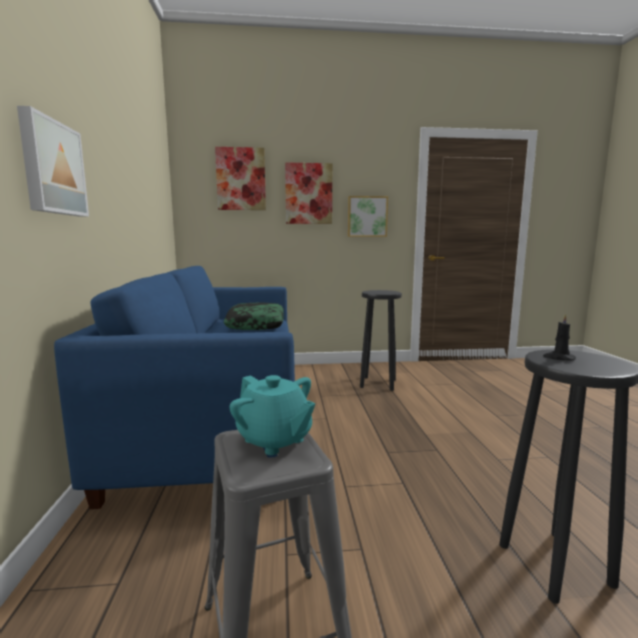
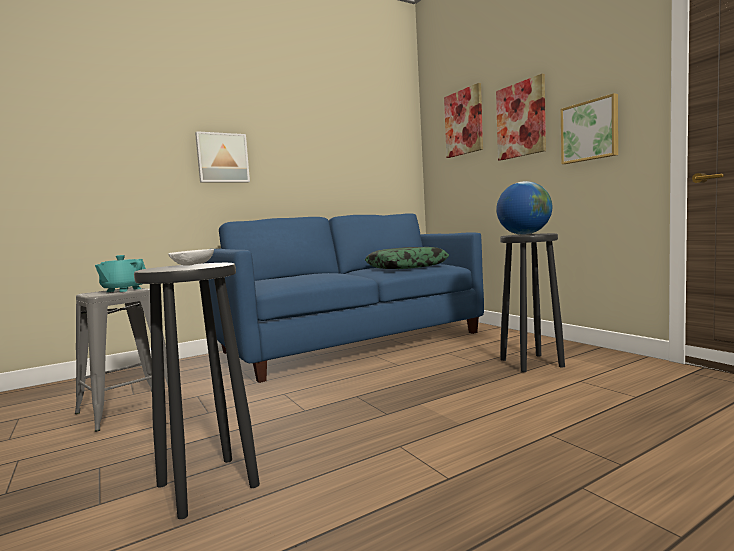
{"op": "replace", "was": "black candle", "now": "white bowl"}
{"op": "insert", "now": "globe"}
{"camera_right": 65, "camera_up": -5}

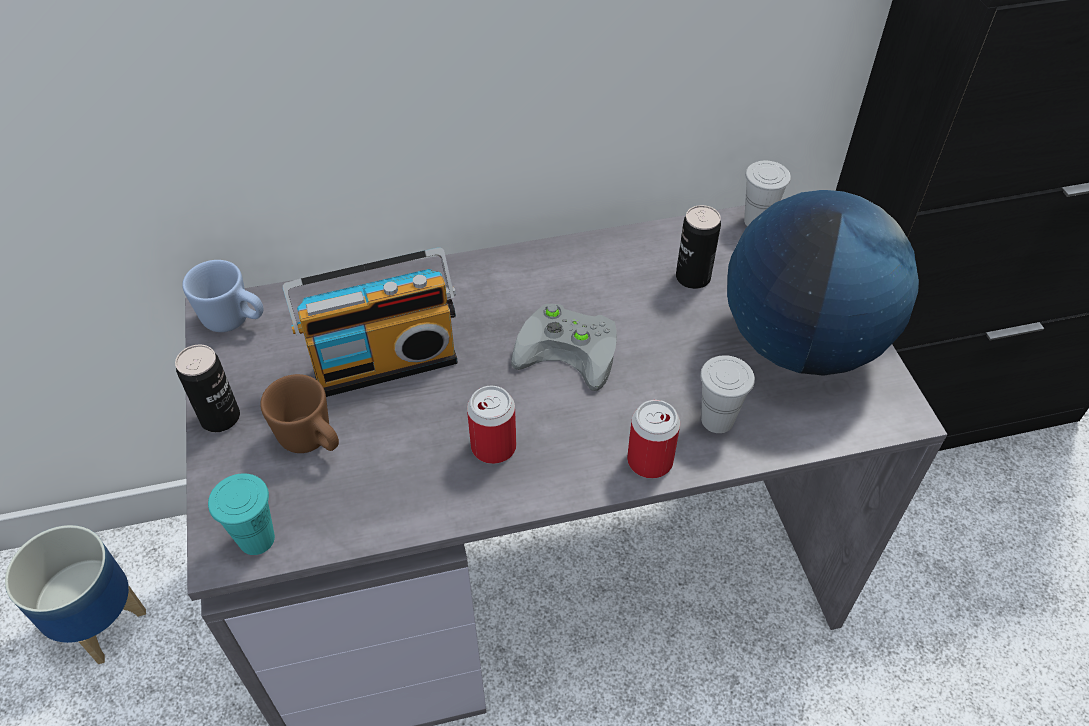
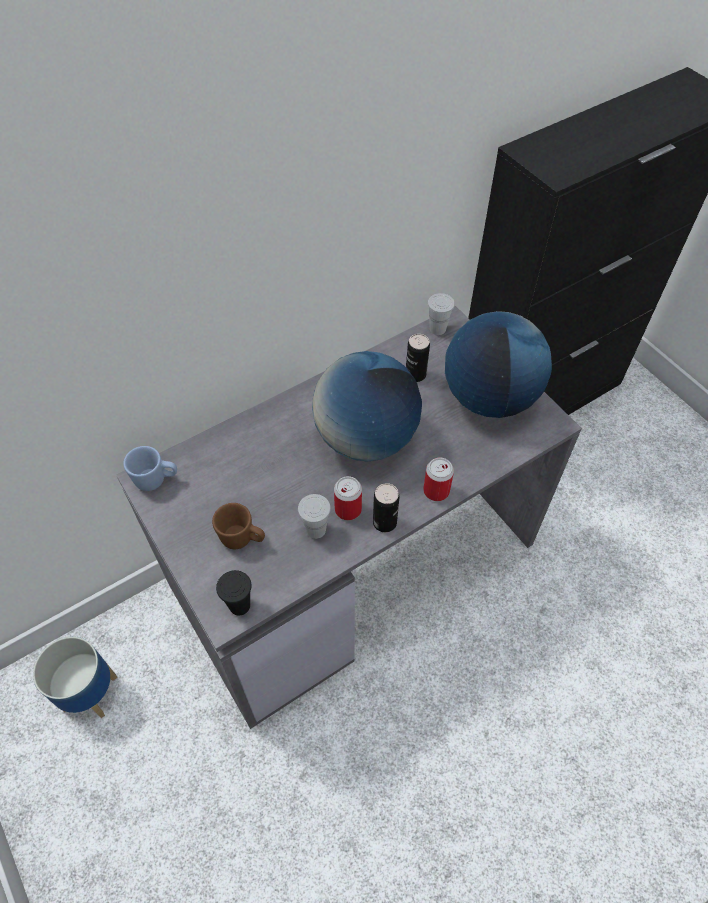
{"op": "delete", "was": "radio"}
{"op": "replace", "was": "grey game controller", "now": "globe (1st from left)"}
{"op": "move", "was": "can (1st from left in the first image)", "now": "can (2nd from left)"}
{"op": "move", "was": "white cup (1st from left)"}
{"op": "recolor", "was": "turquoise cup", "now": "black cup"}
{"camera_right": -20, "camera_up": 5}

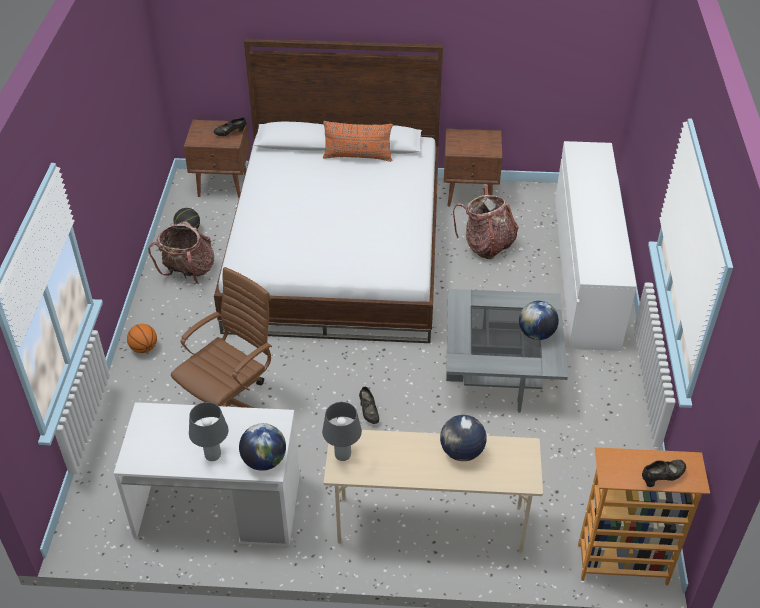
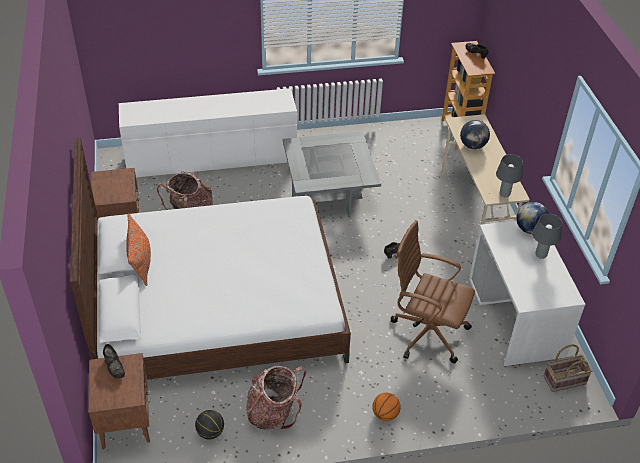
{"op": "delete", "was": "globe (3rd from left)"}
{"op": "insert", "now": "basket"}
{"camera_right": -105, "camera_up": 0}

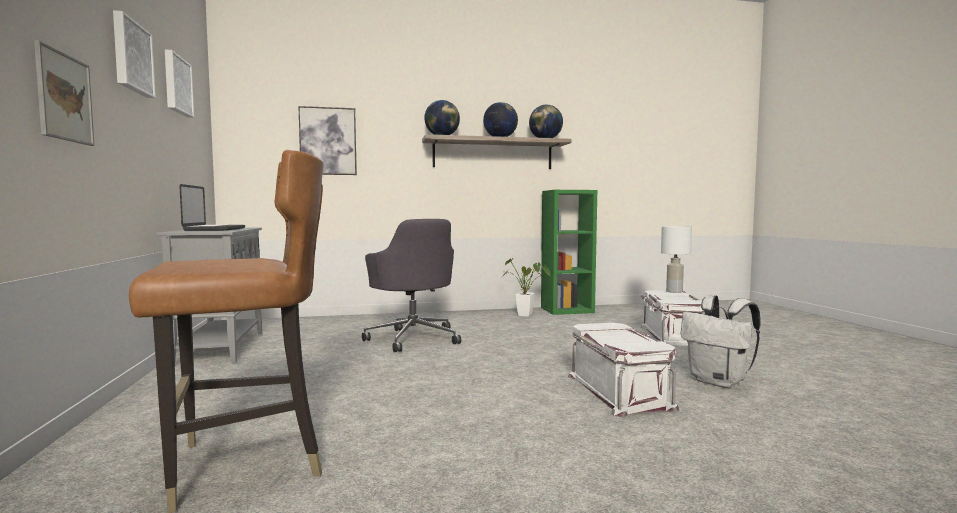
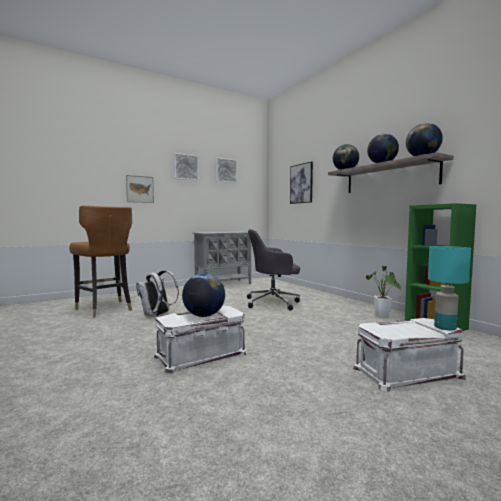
{"op": "delete", "was": "laptop"}
{"op": "rotate", "was": "grey office chair", "clockwise": 45}
{"op": "recolor", "was": "white table lamp", "now": "turquoise table lamp"}
{"op": "move", "was": "white backpack"}
{"op": "insert", "now": "globe (1st from left)"}
{"camera_right": 70, "camera_up": 0}

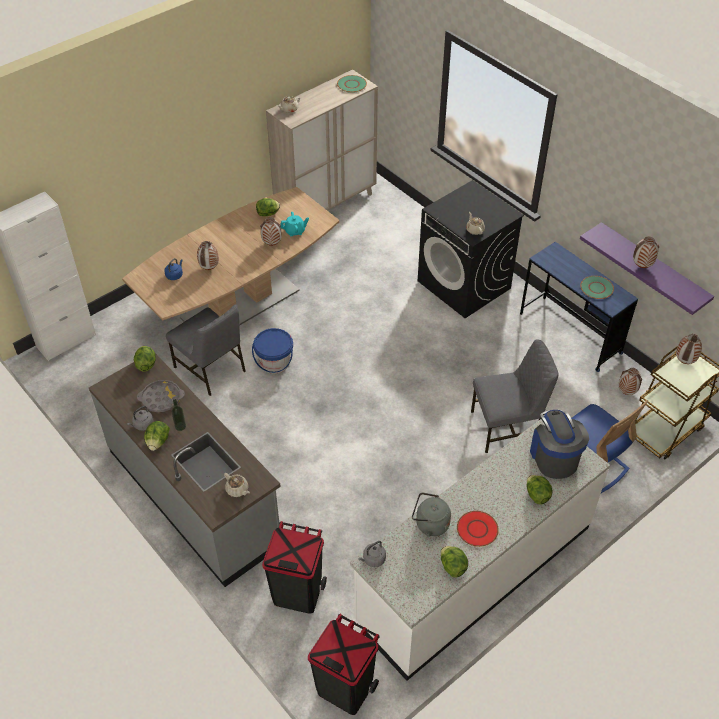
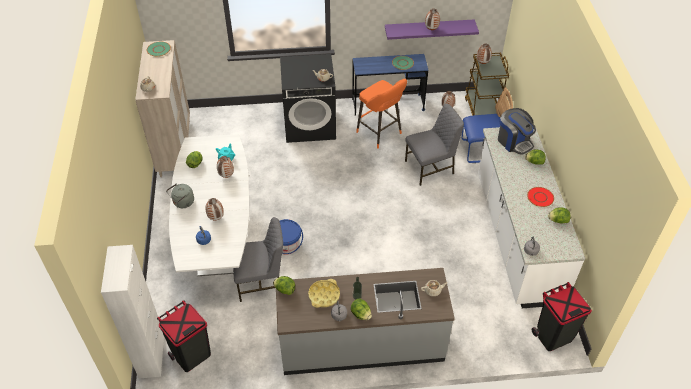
{"op": "recolor", "was": "brown dining table", "now": "white dining table"}
{"op": "rotate", "was": "grey chair (2nd from left)", "clockwise": 45}
{"op": "recolor", "was": "grey tray", "now": "yellow tray"}
{"op": "rotate", "was": "coffee machine", "clockwise": -150}
{"op": "move", "was": "grey kettle (3rd from left in the first image)", "now": "grey kettle (1st from left)"}
{"op": "move", "was": "black trash can (1st from left)"}
{"op": "insert", "now": "orange stool"}
{"camera_right": -55, "camera_up": 0}

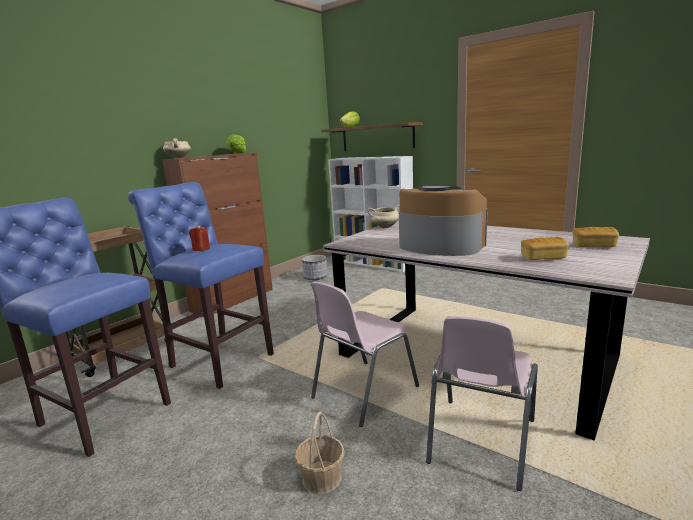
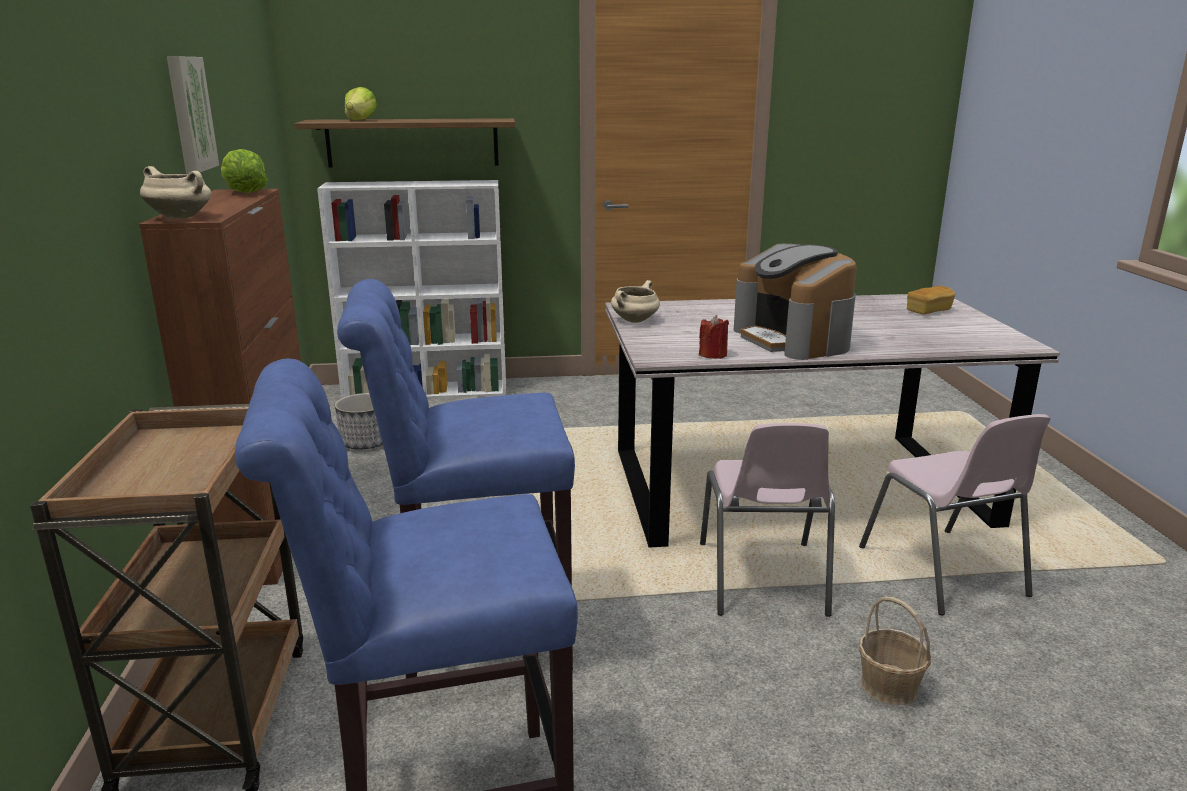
{"op": "rotate", "was": "coffee machine", "clockwise": -105}
{"op": "move", "was": "red candle"}
{"op": "delete", "was": "bread (1st from left)"}
{"op": "insert", "now": "picture"}
{"camera_right": -45, "camera_up": 5}

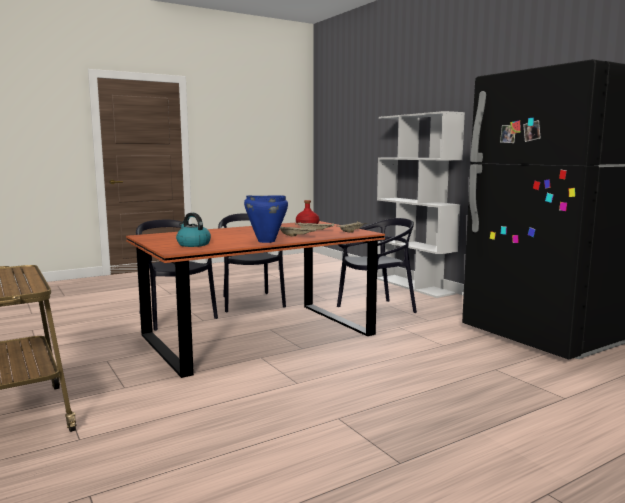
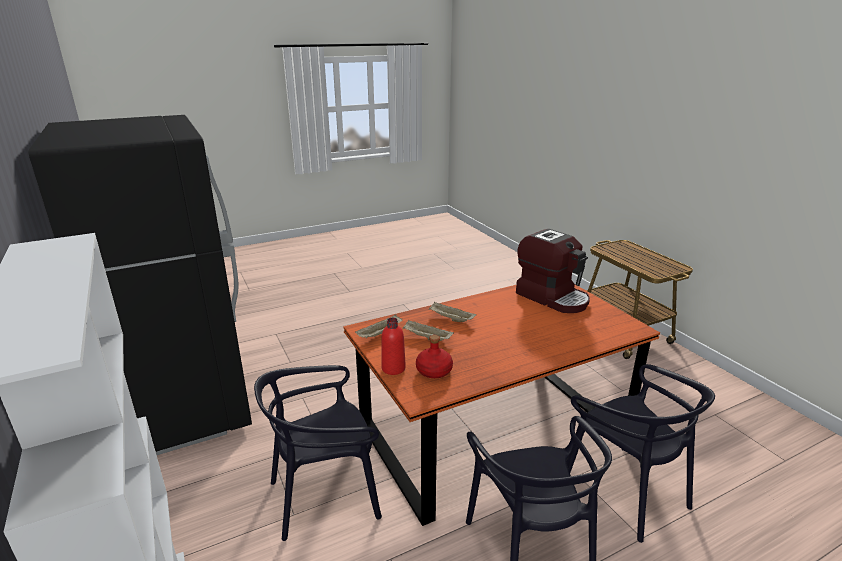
{"op": "delete", "was": "blue cooking pot"}
{"op": "replace", "was": "kettle", "now": "coffee machine"}
{"op": "insert", "now": "red bottle (1st from left)"}
{"camera_right": -175, "camera_up": 15}

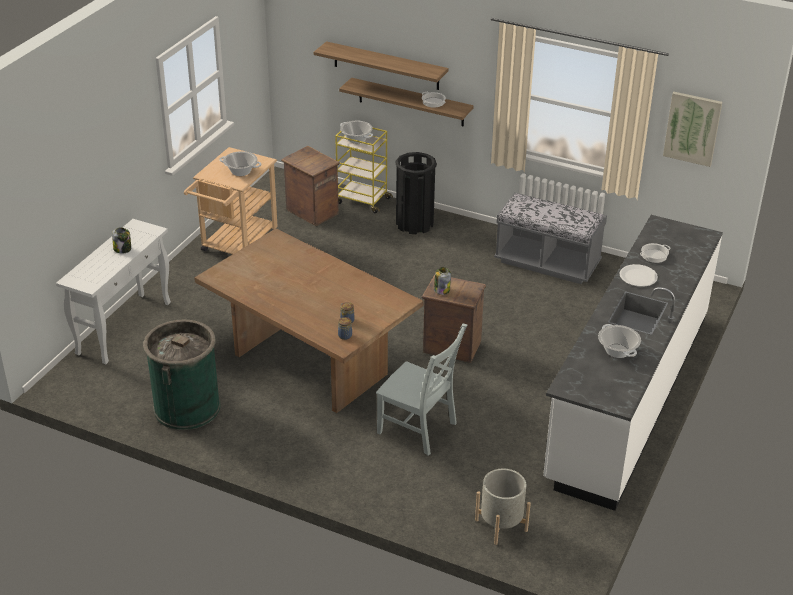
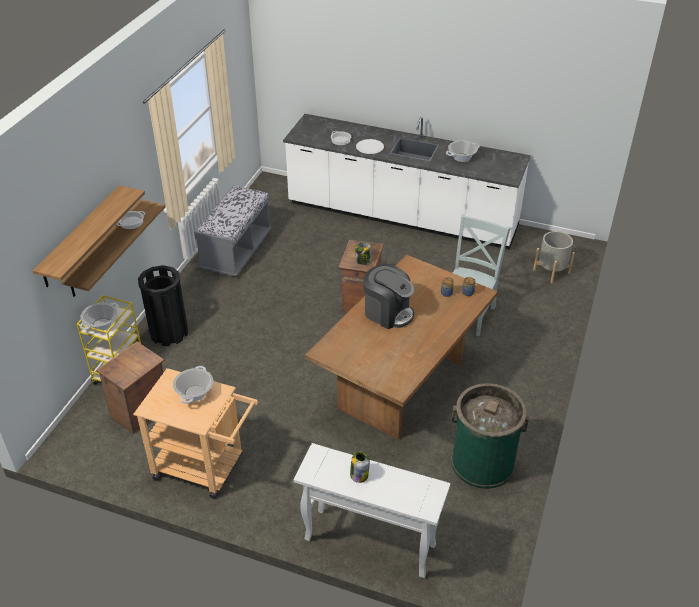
{"op": "delete", "was": "picture"}
{"op": "insert", "now": "coffee machine"}
{"camera_right": -95, "camera_up": 5}

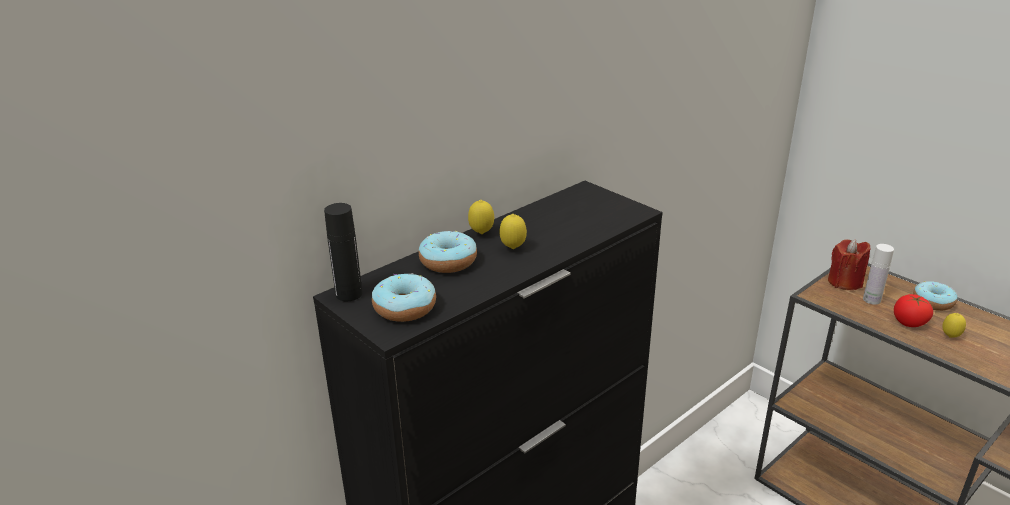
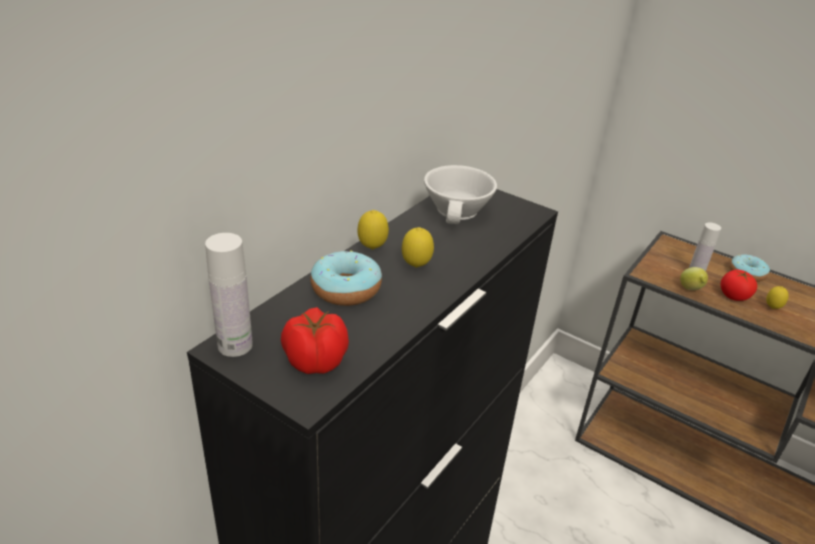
{"op": "recolor", "was": "black bottle", "now": "white bottle (1st from left)"}
{"op": "delete", "was": "red candle"}
{"op": "replace", "was": "donut (1st from left)", "now": "tomato (1st from left)"}
{"op": "insert", "now": "white cup"}
{"op": "insert", "now": "lemon (3rd from left)"}
{"camera_right": -15, "camera_up": 5}

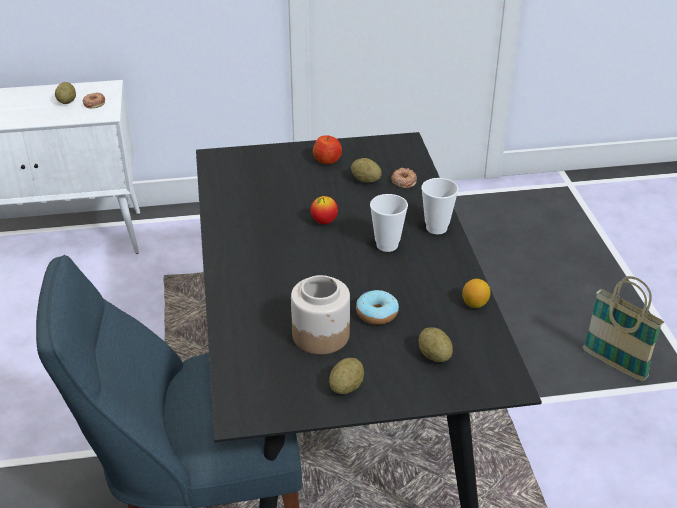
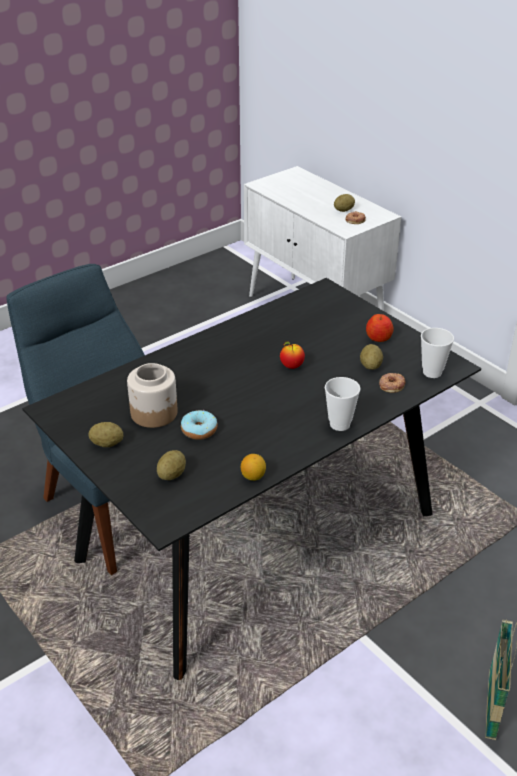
{"op": "move", "was": "cup (1st from left in the first image)", "now": "cup (2nd from left)"}
{"camera_right": 60, "camera_up": 0}

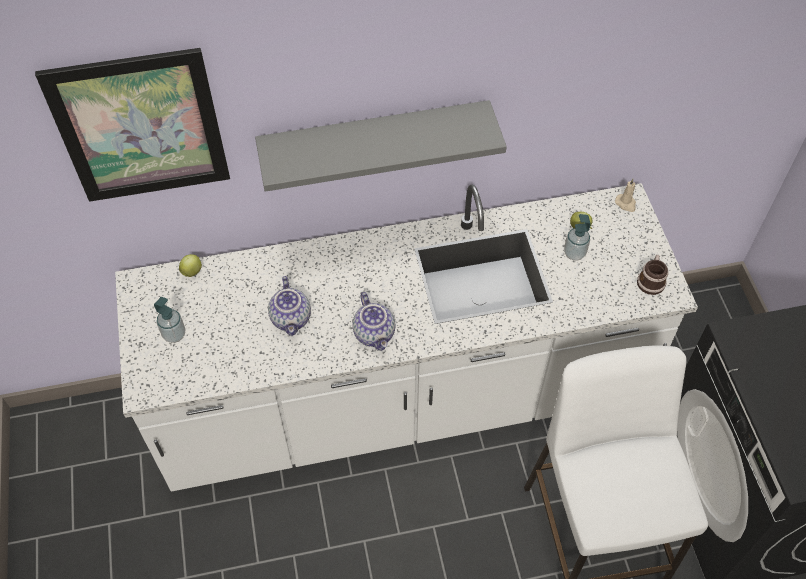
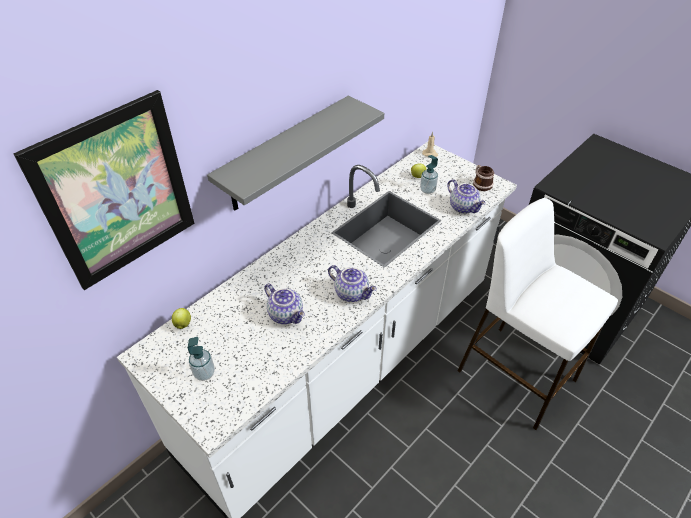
{"op": "insert", "now": "teapot (3rd from left)"}
{"camera_right": -35, "camera_up": -10}

